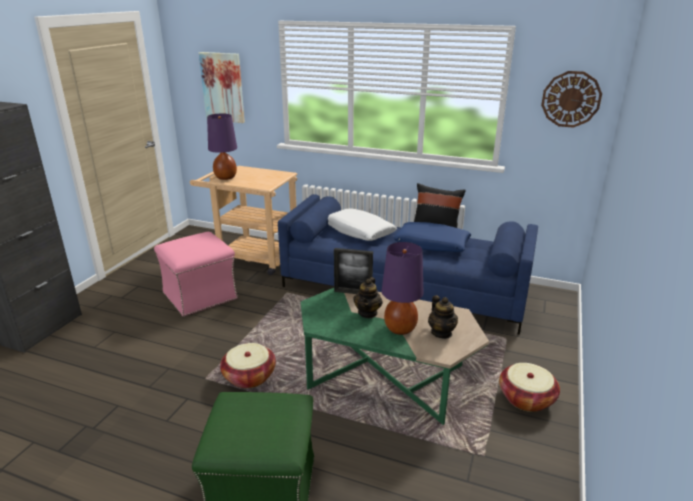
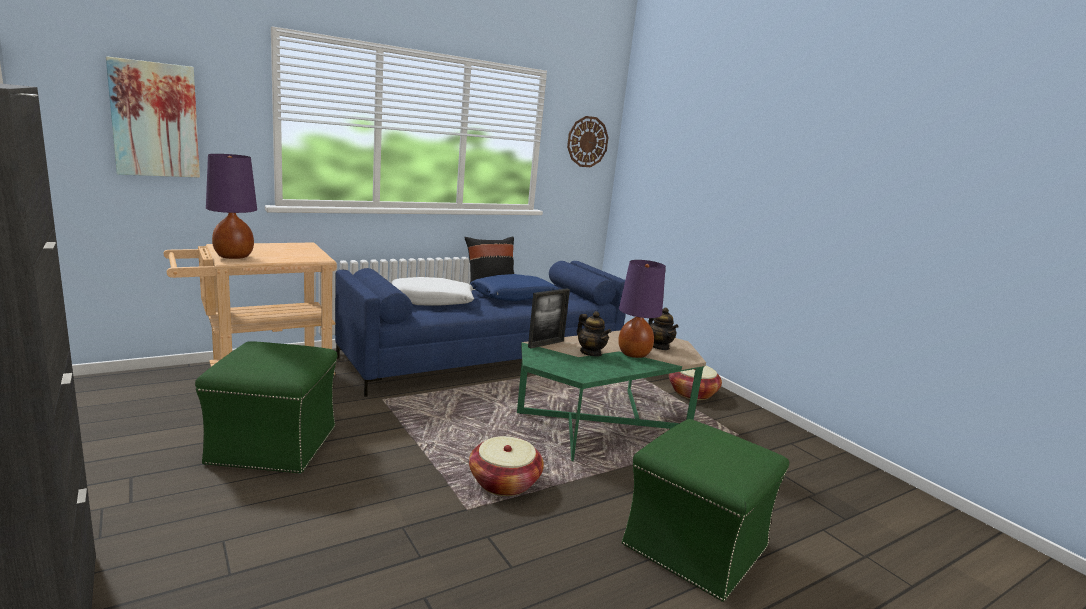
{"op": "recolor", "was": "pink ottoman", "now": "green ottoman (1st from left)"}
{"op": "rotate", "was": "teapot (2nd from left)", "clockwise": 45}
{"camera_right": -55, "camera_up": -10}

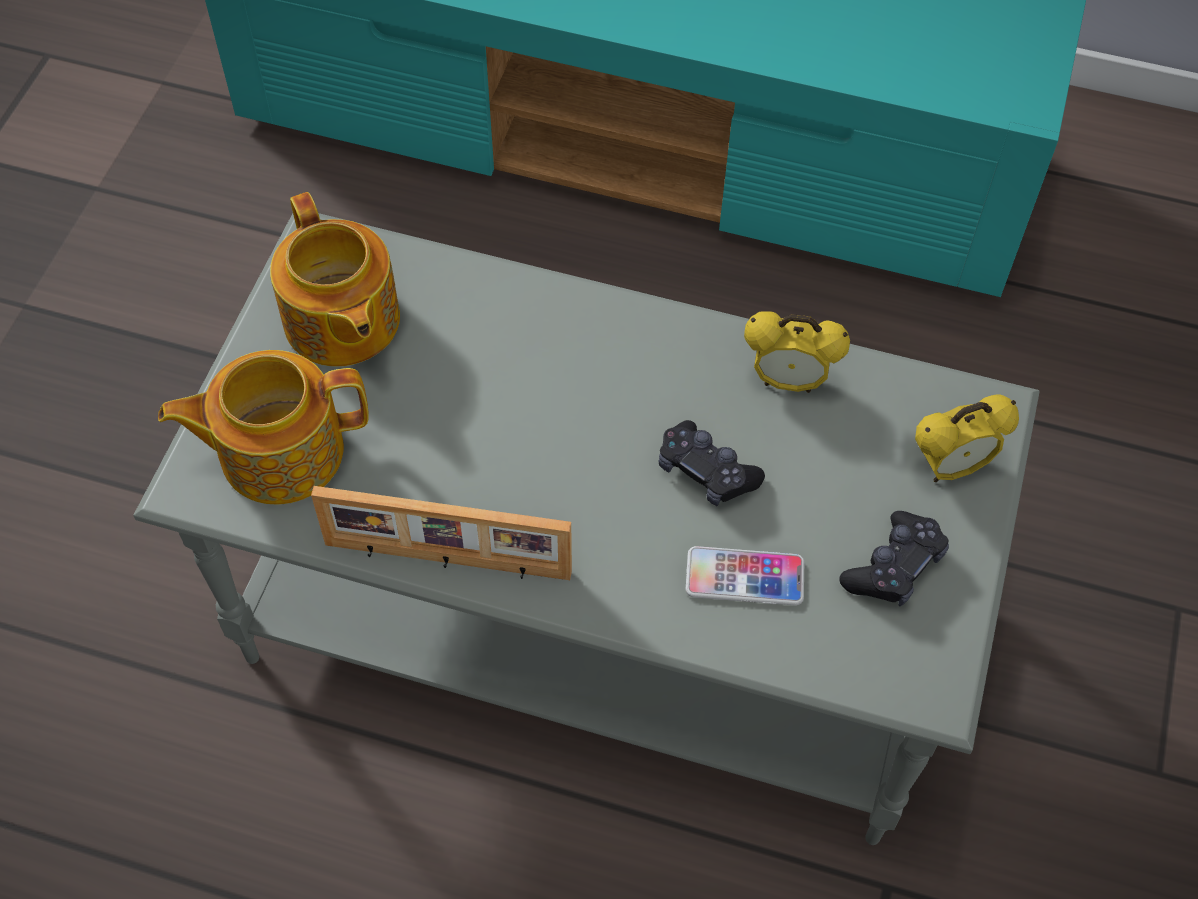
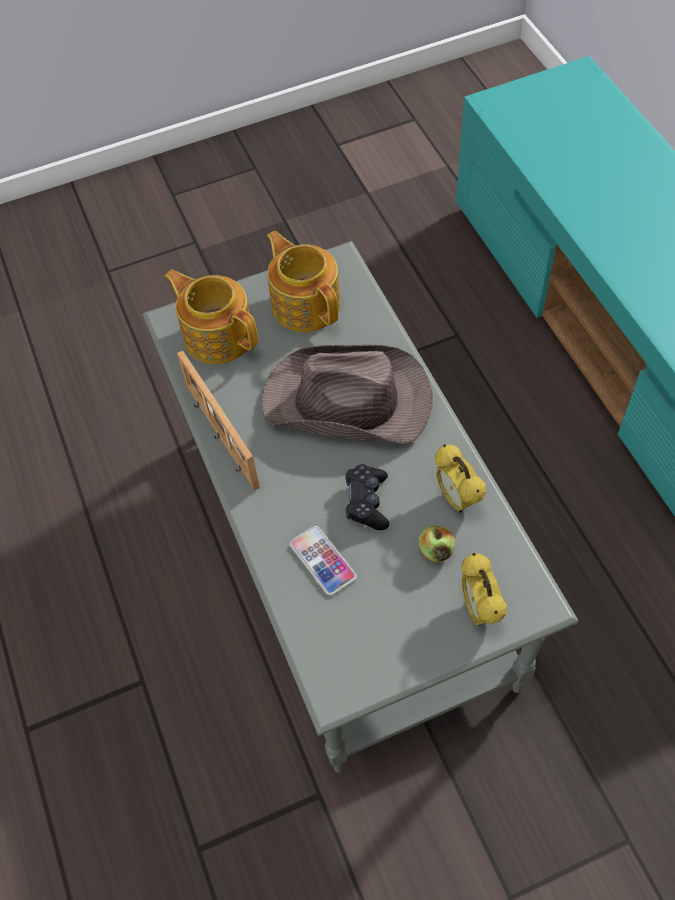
{"op": "rotate", "was": "teapot (2nd from left)", "clockwise": 120}
{"op": "rotate", "was": "alarm clock (2nd from left)", "clockwise": 45}
{"op": "delete", "was": "black game controller (2nd from left)"}
{"op": "insert", "now": "brown hat"}
{"op": "insert", "now": "apple"}
{"camera_right": 55, "camera_up": 0}

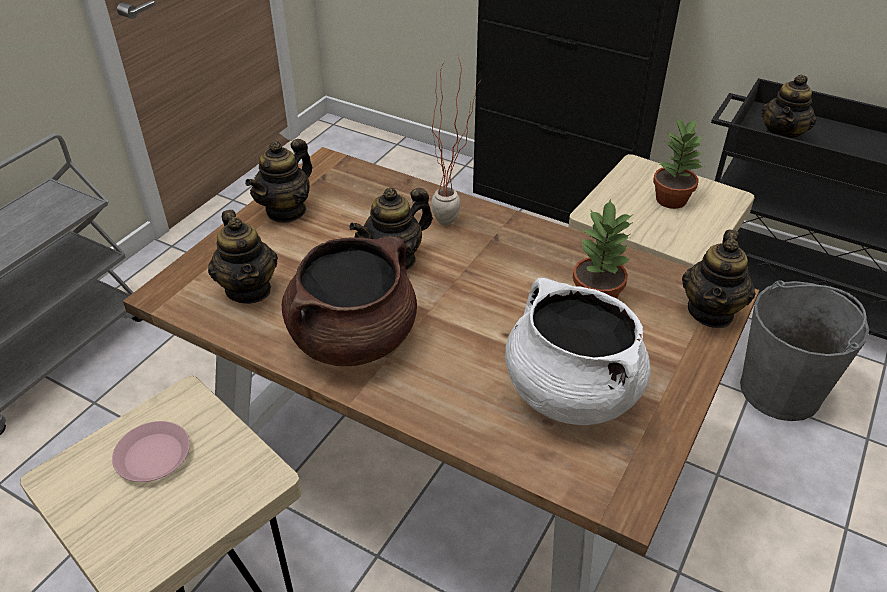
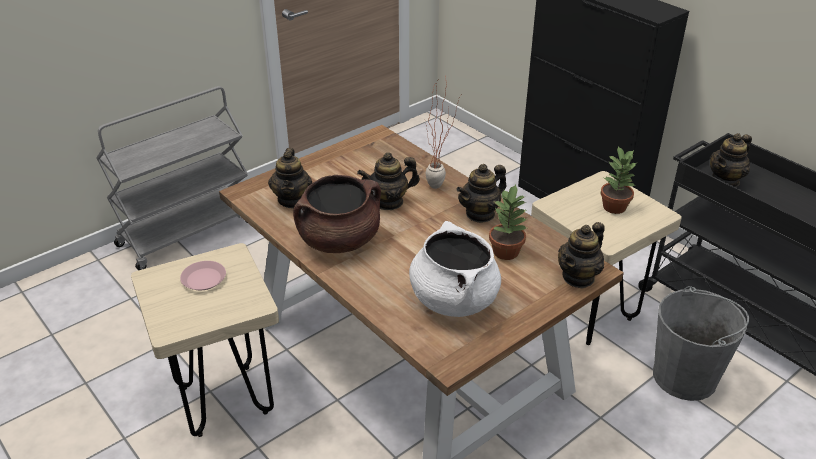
{"op": "move", "was": "teapot (2nd from left in the first image)", "now": "teapot (3rd from left)"}
{"camera_right": 20, "camera_up": -5}

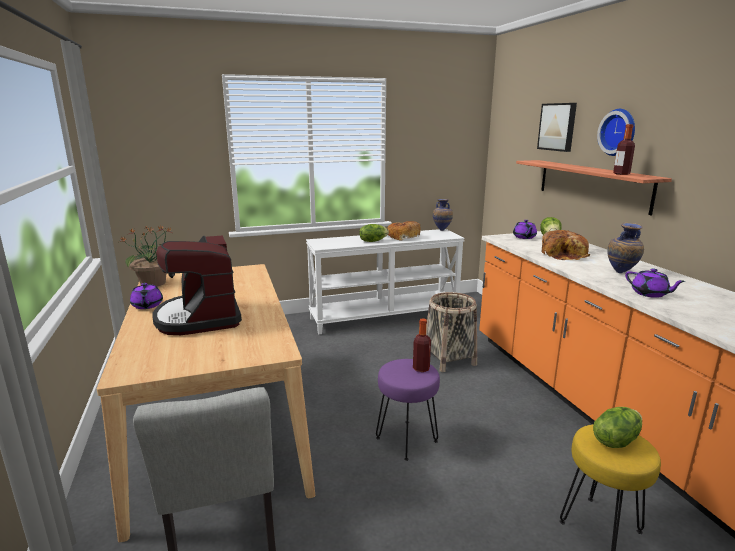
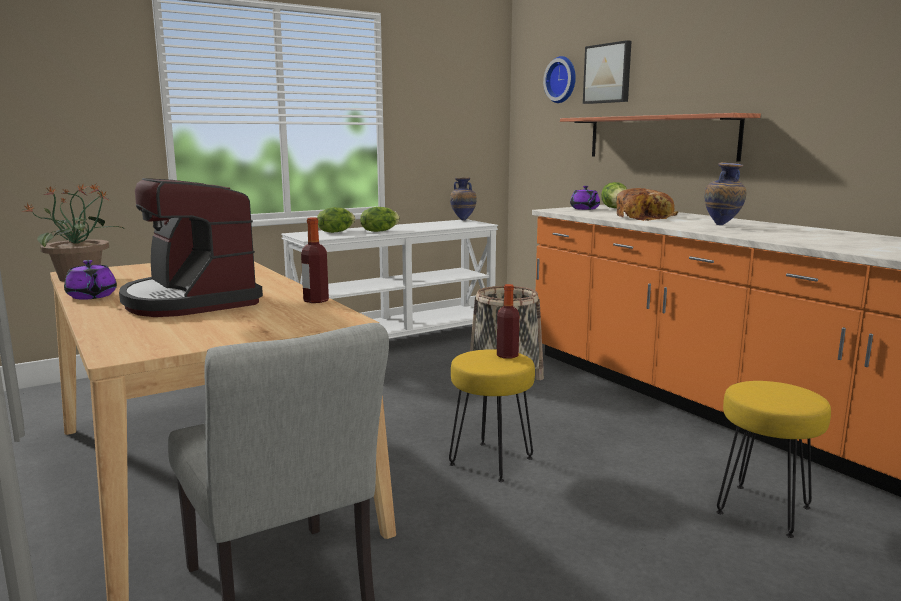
{"op": "move", "was": "wall clock"}
{"op": "move", "was": "bottle (2nd from left in the first image)", "now": "bottle (1st from left)"}
{"op": "delete", "was": "bread (1st from left)"}
{"op": "delete", "was": "purple teapot (3rd from left)"}
{"op": "recolor", "was": "purple stool", "now": "yellow stool (1st from left)"}
{"op": "move", "was": "lettuce (3rd from left in the first image)", "now": "lettuce (1st from left)"}
{"camera_right": -15, "camera_up": -5}

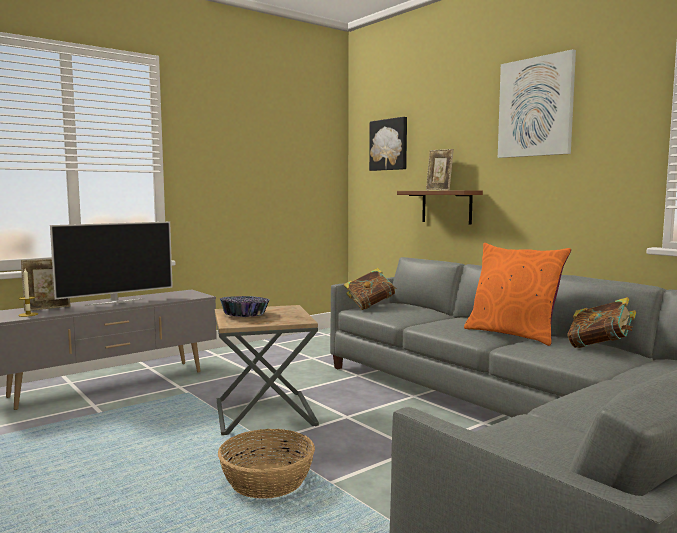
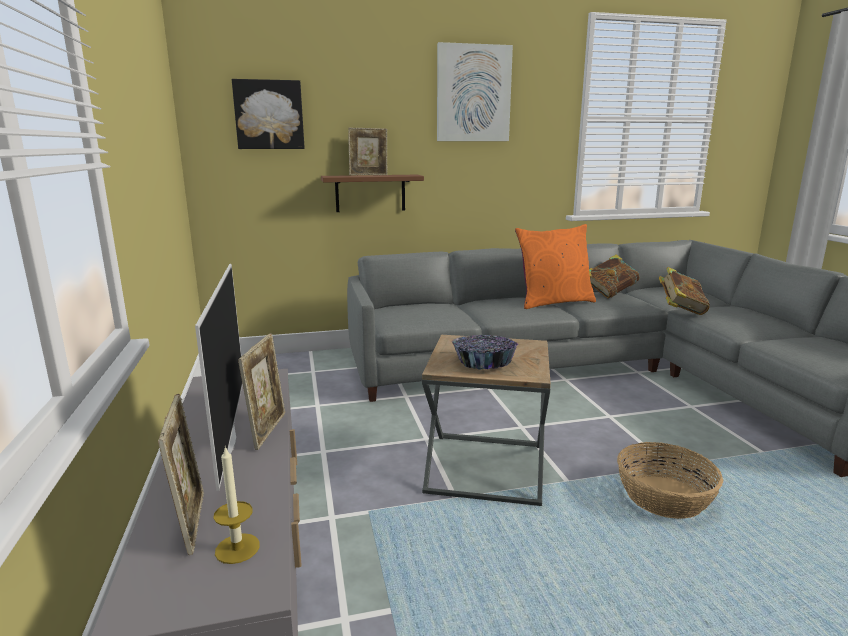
{"op": "move", "was": "book (1st from left in the first image)", "now": "book (2nd from left)"}
{"op": "insert", "now": "picture frame (2nd from left)"}
{"camera_right": -65, "camera_up": 10}

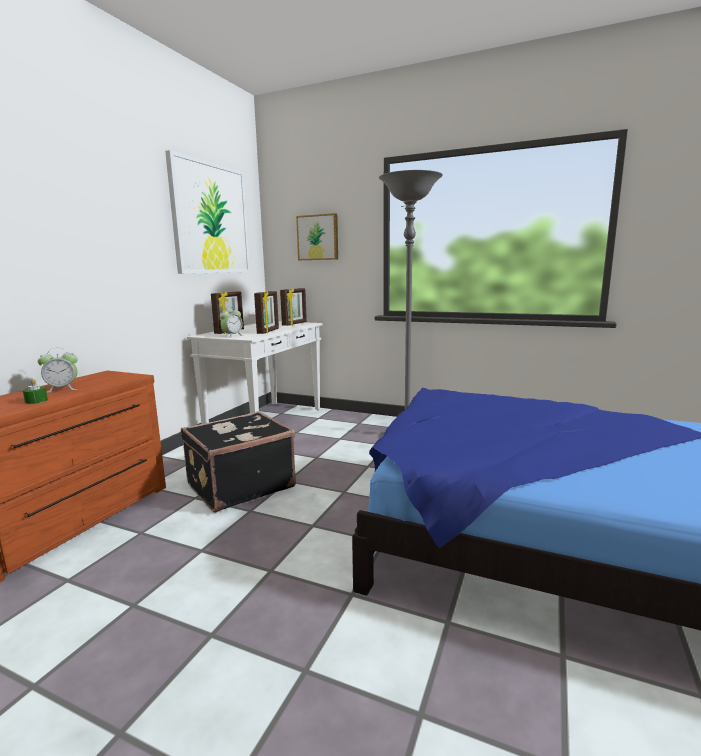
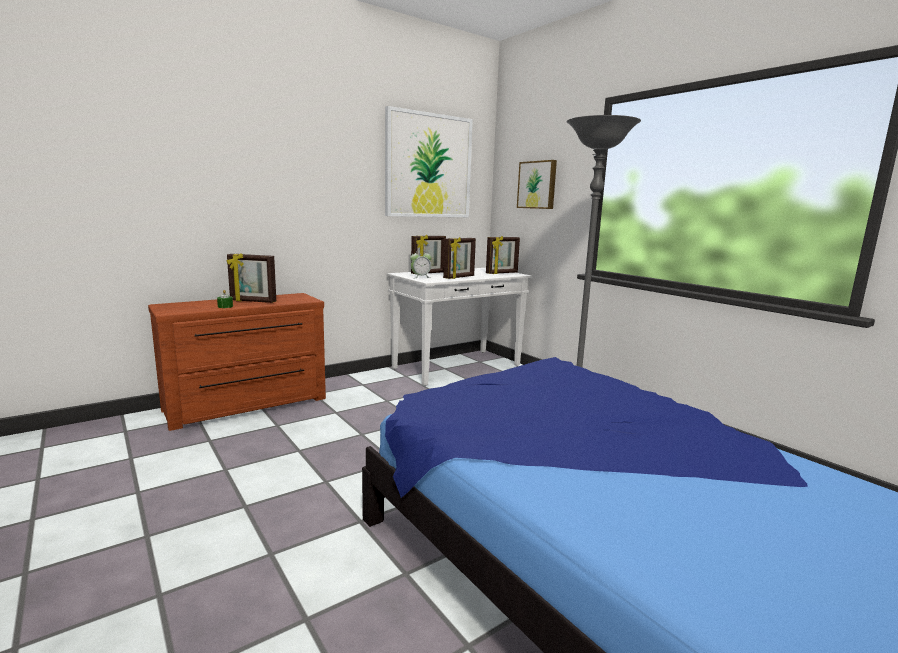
{"op": "replace", "was": "alarm clock (1st from left)", "now": "picture frame (1st from left)"}
{"op": "delete", "was": "black suitcase"}
{"camera_right": 30, "camera_up": 0}

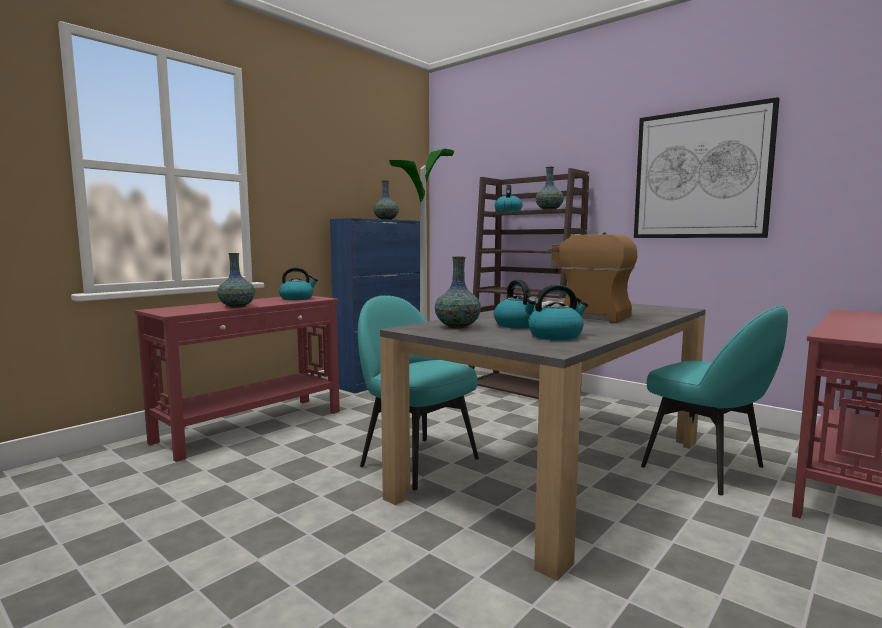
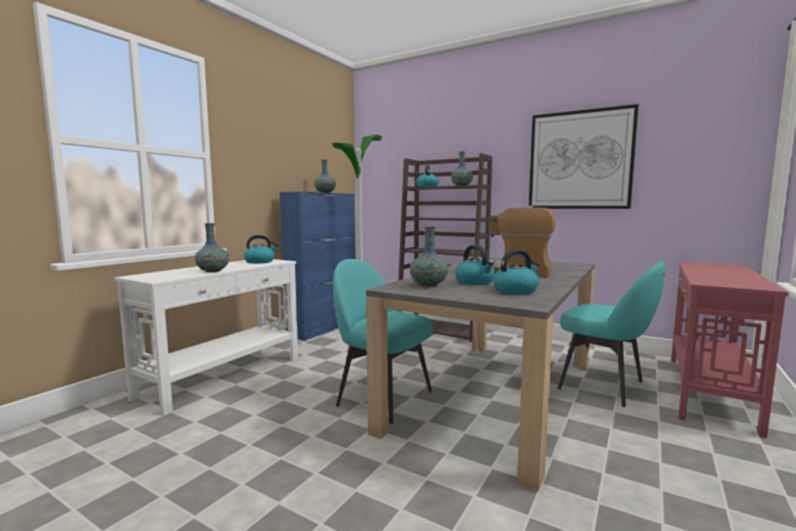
{"op": "recolor", "was": "red console table (1st from left)", "now": "white console table"}
{"camera_right": -10, "camera_up": 0}

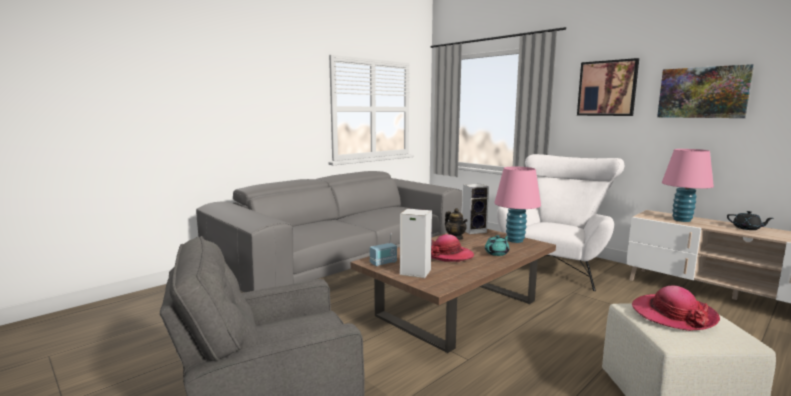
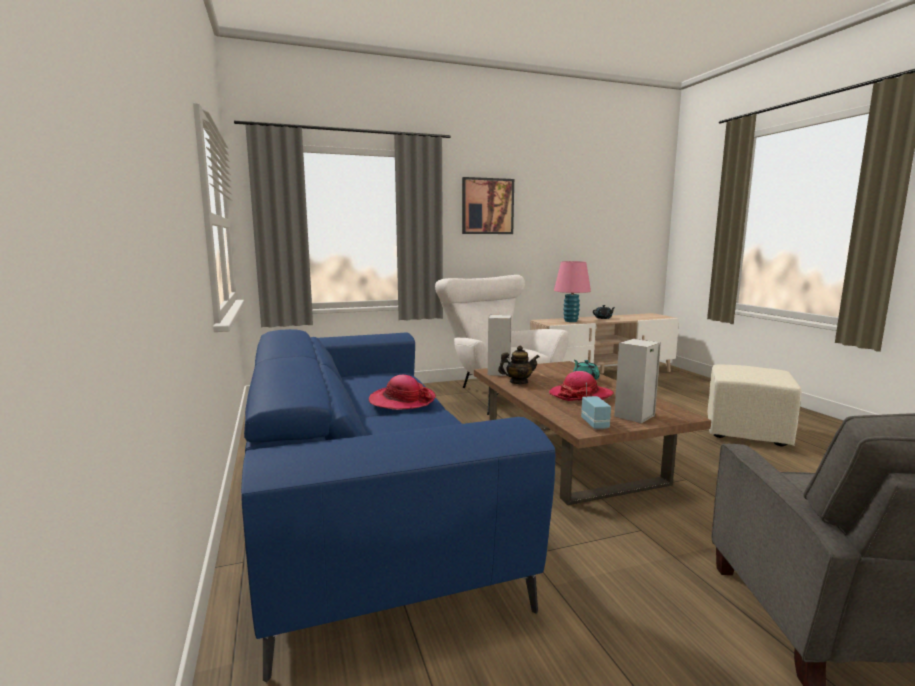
{"op": "delete", "was": "picture (2nd from left)"}
{"op": "delete", "was": "pink table lamp (1st from left)"}
{"op": "recolor", "was": "grey sofa", "now": "blue sofa"}
{"op": "move", "was": "hat (2nd from left in the first image)", "now": "hat (1st from left)"}
{"camera_right": -65, "camera_up": 0}

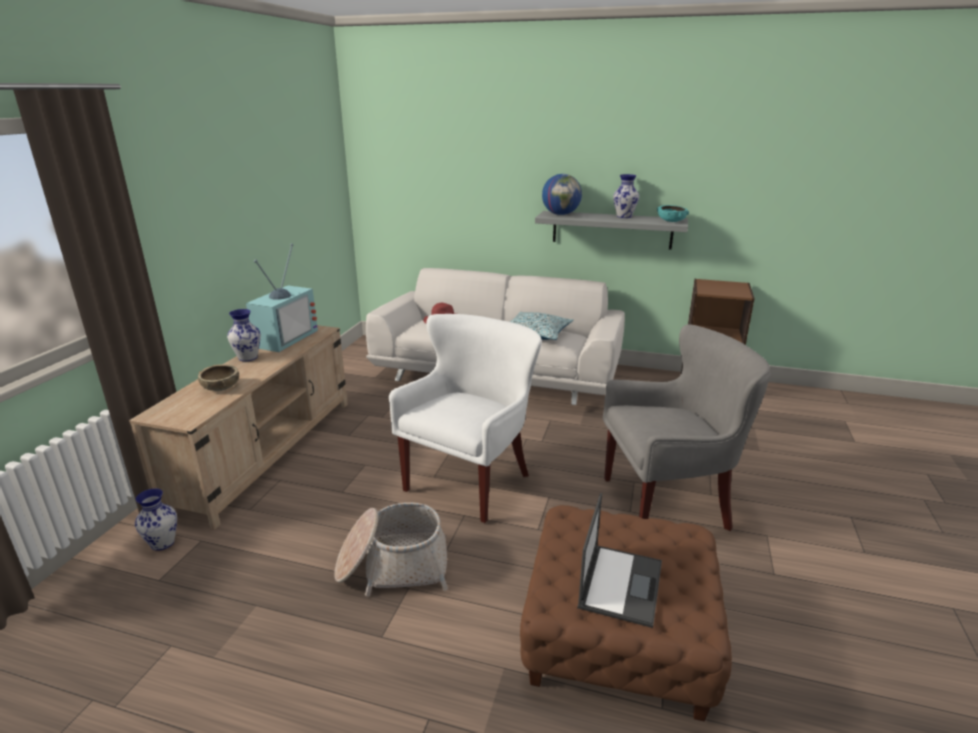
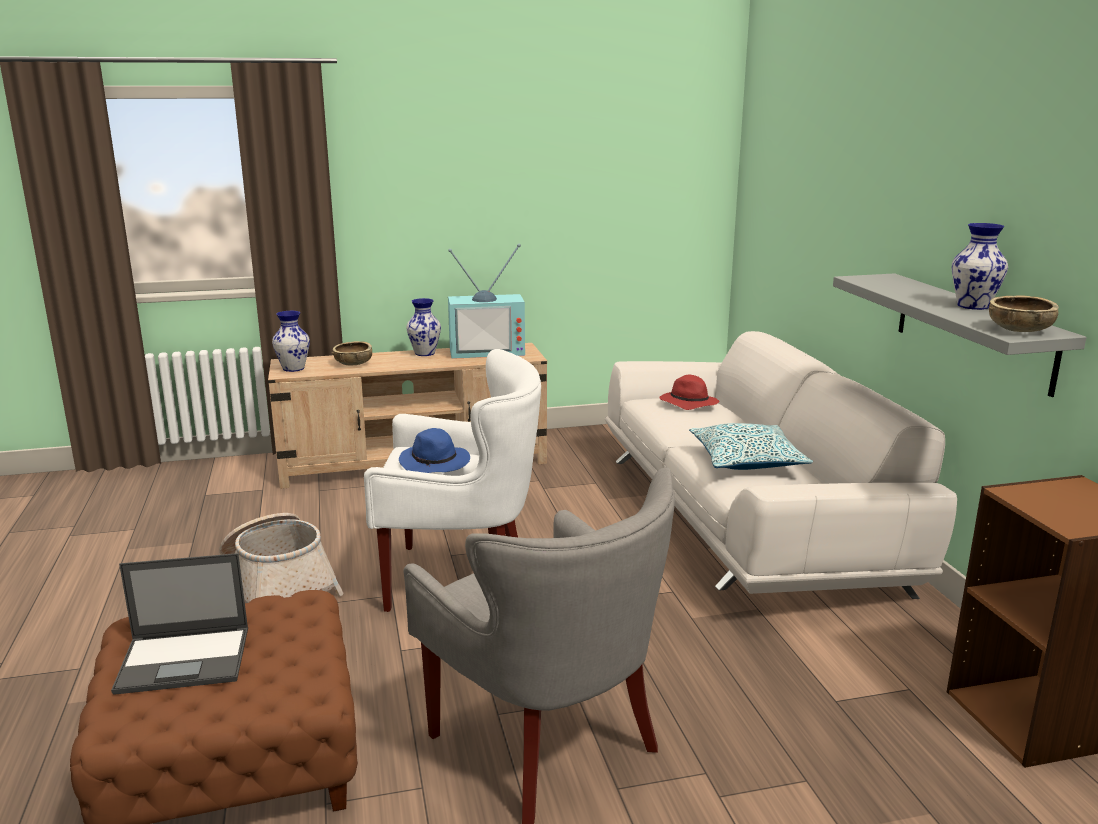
{"op": "delete", "was": "globe"}
{"op": "recolor", "was": "turquoise bowl", "now": "brown bowl (2nd from left)"}
{"op": "move", "was": "vase (1st from left)"}
{"op": "insert", "now": "blue hat"}
{"camera_right": 60, "camera_up": -5}

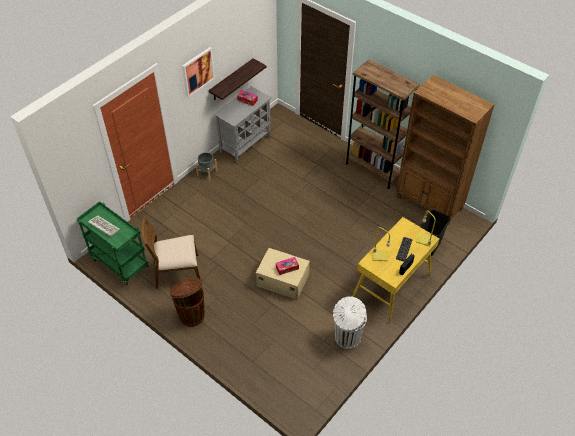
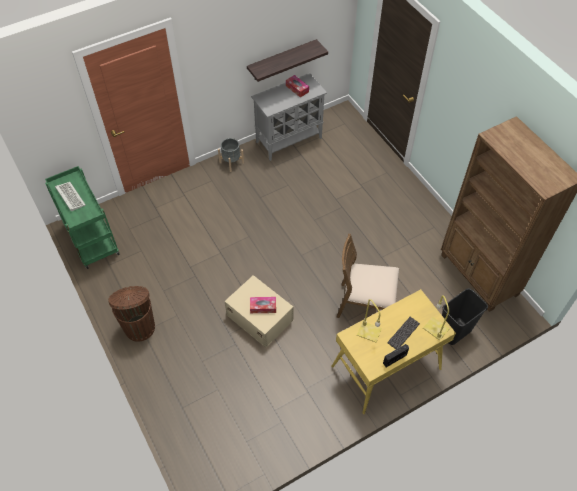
{"op": "delete", "was": "picture"}
{"op": "delete", "was": "brown bookcase (1st from left)"}
{"op": "move", "was": "brown chair"}
{"op": "delete", "was": "white trash can"}
{"camera_right": 20, "camera_up": 5}

